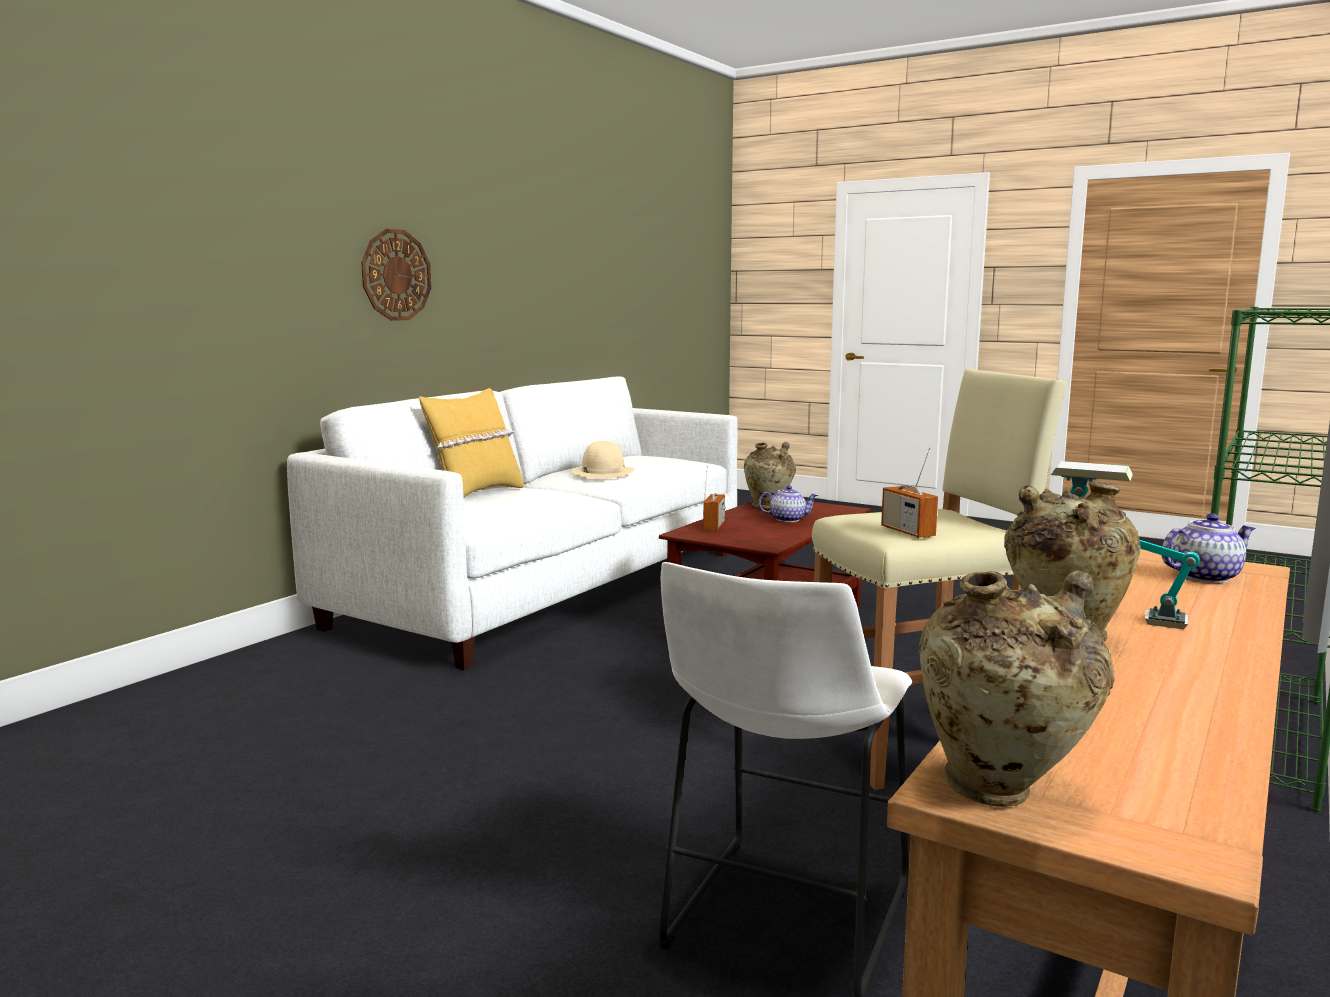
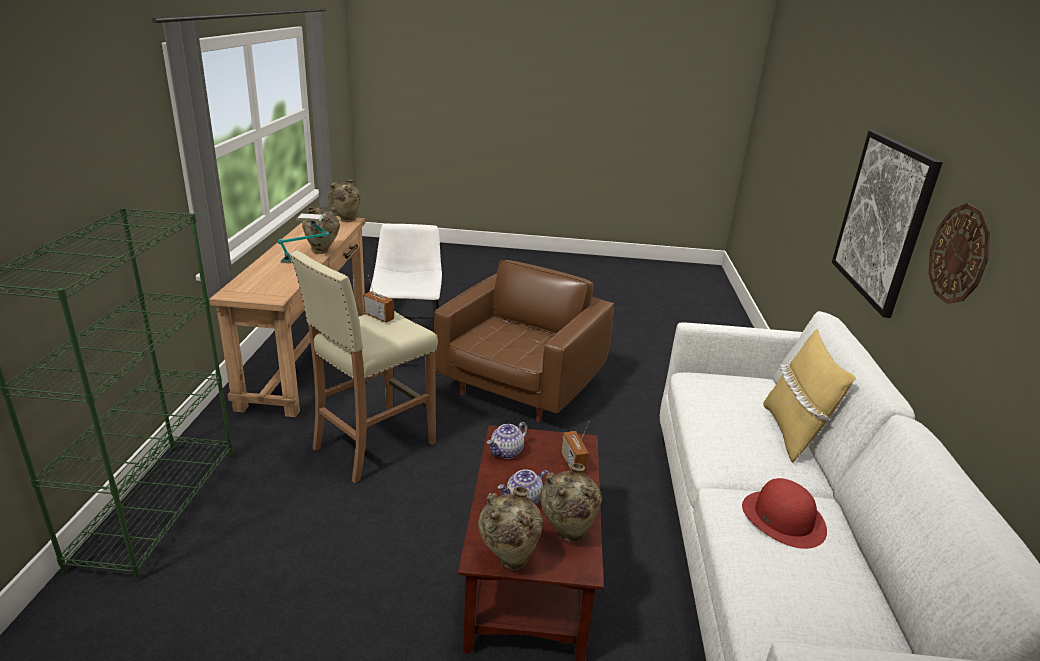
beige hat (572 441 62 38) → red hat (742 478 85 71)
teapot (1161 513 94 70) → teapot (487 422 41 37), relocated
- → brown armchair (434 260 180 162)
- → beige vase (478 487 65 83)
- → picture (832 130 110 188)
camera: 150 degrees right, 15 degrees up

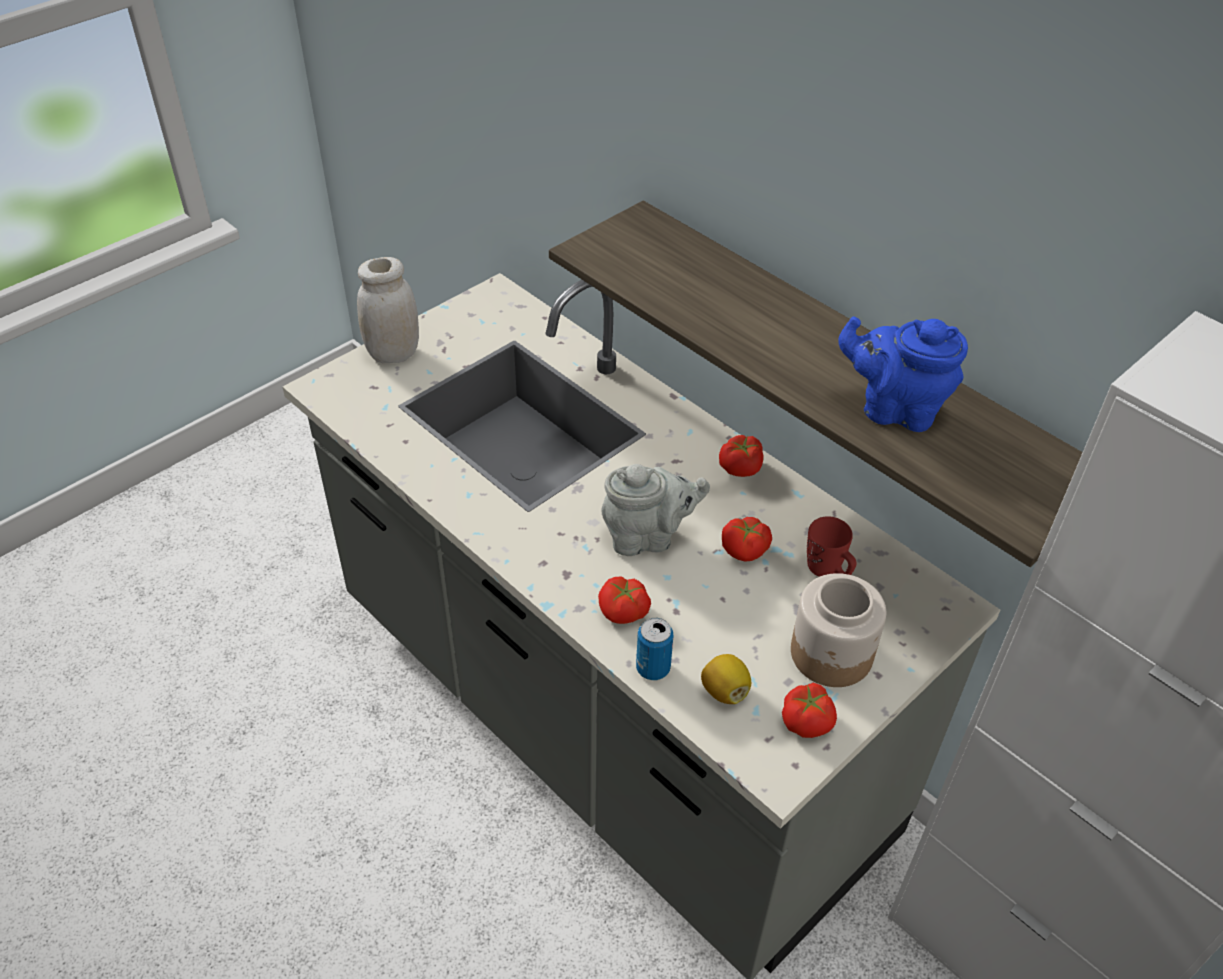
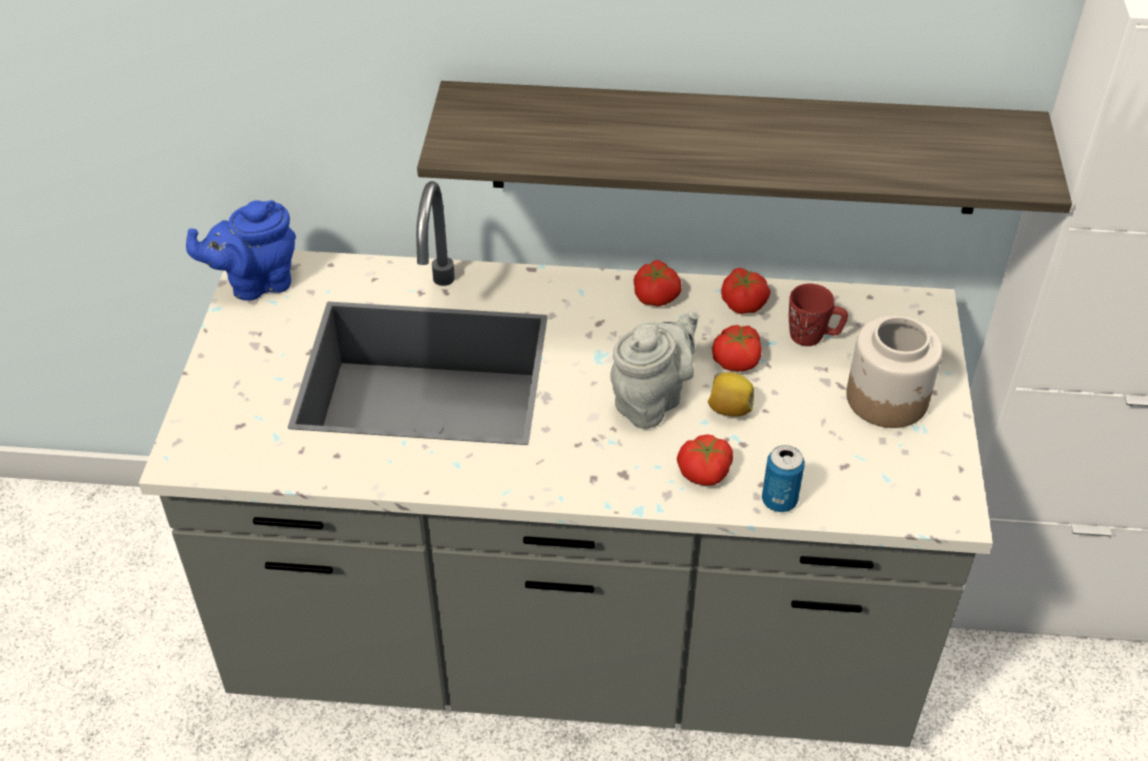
white jar (357 257 62 106) → -
lemon (701 654 50 50) → lemon (708 373 46 44), relocated
tomato (782 683 55 55) → tomato (721 268 49 46), relocated
blue teapot (838 316 130 116) → blue teapot (186 200 110 101), relocated
camera: 40 degrees left, 0 degrees up

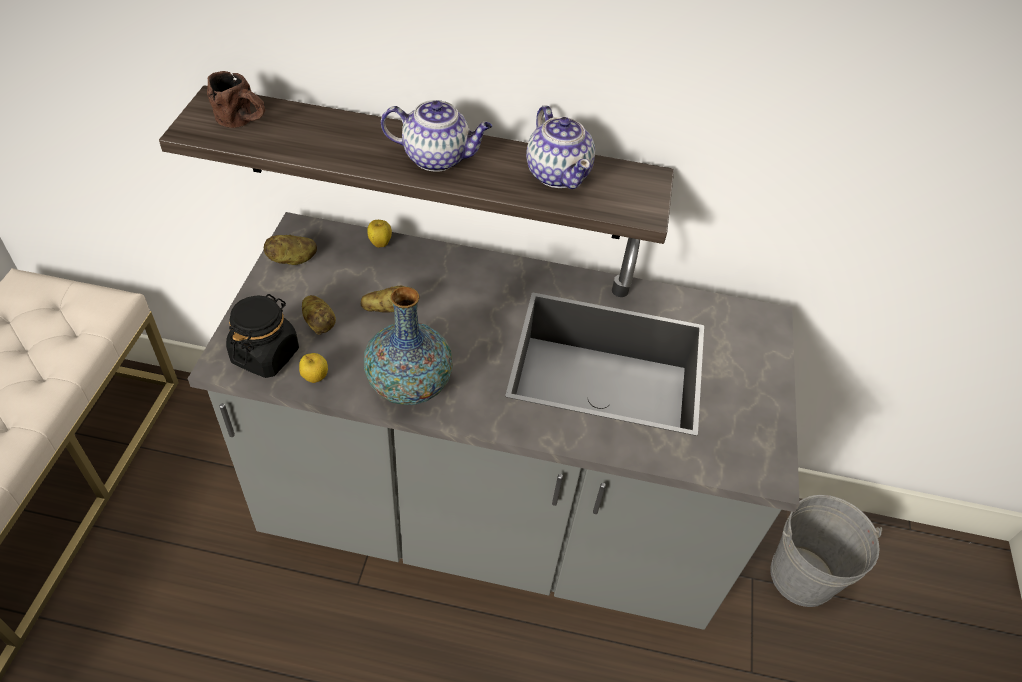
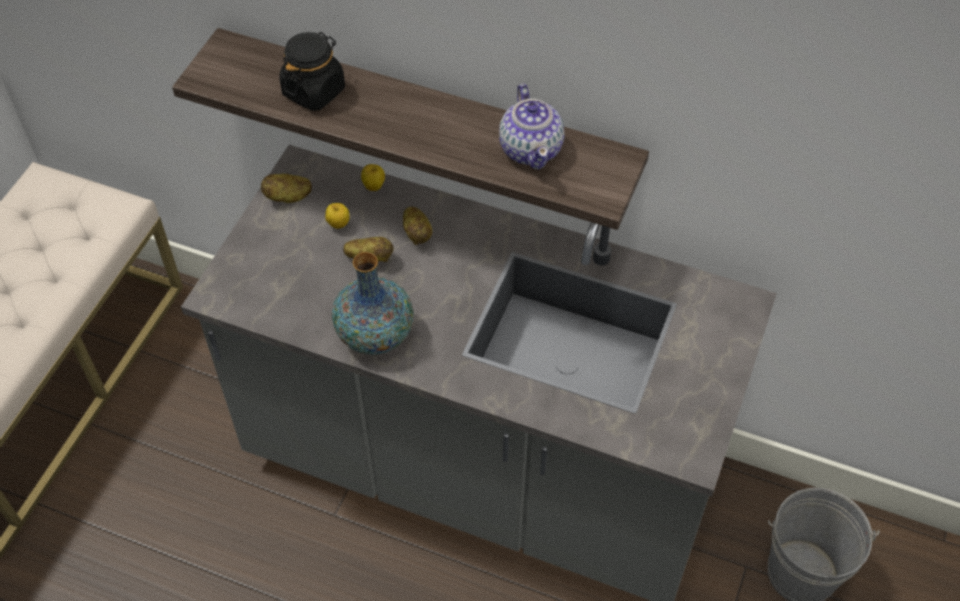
brown mug (207 71 58 57) → -
black jar (226 294 73 84) → black jar (280 32 65 79), relocated
apple (299 353 29 30) → apple (325 203 25 26), relocated
potato (302 295 34 40) → potato (403 207 29 38), relocated
teapot (381 100 111 72) → -
camera: 15 degrees right, 5 degrees up

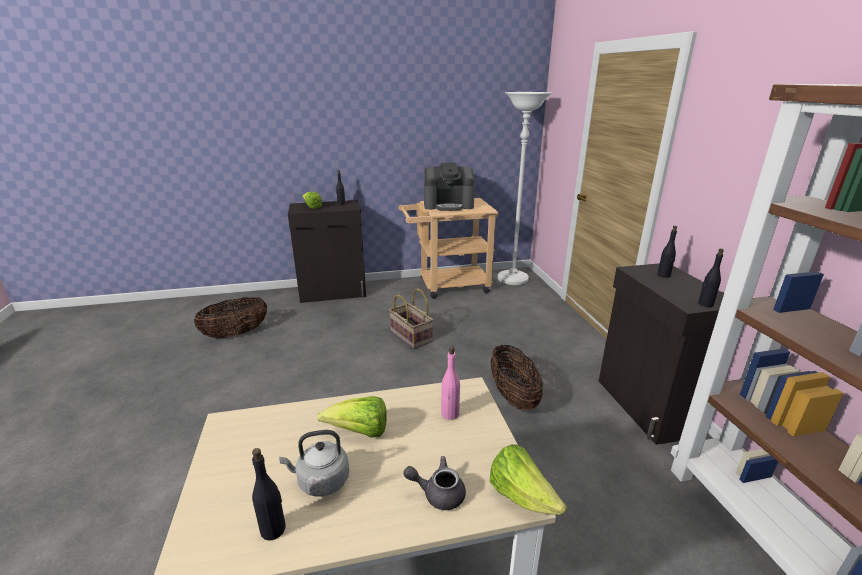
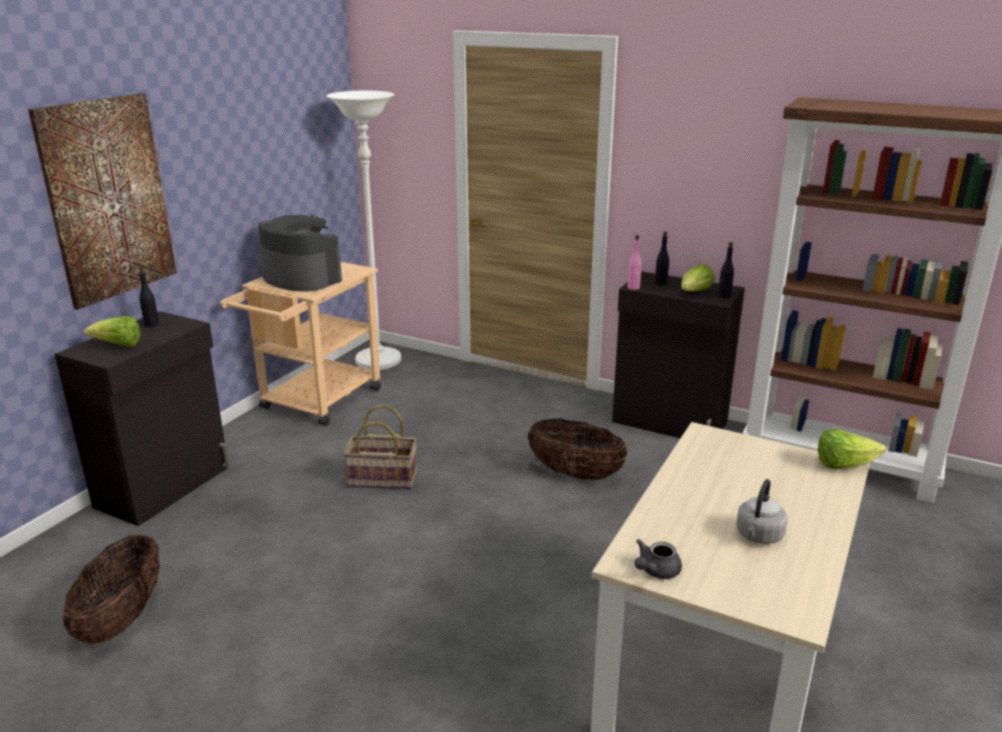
black bottle (252 448 34 92) → -
lettuce (317 396 70 42) → lettuce (681 264 34 27), relocated
grey teapot (403 456 63 54) → grey teapot (634 539 48 40), relocated
coffee machine (424 163 51 48) → coffee machine (258 215 84 77), 90 degrees counterclockwise
pink bottle (441 346 19 74) → pink bottle (627 235 15 55), relocated
- → picture (28 93 149 217)
camera: 50 degrees left, 0 degrees up

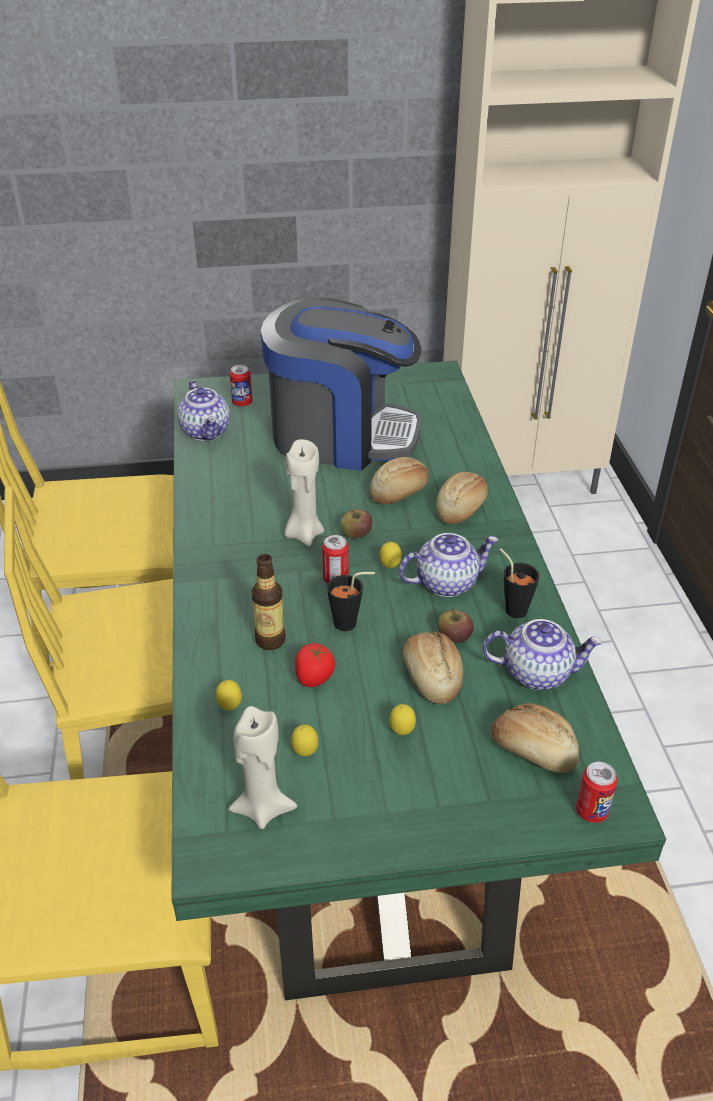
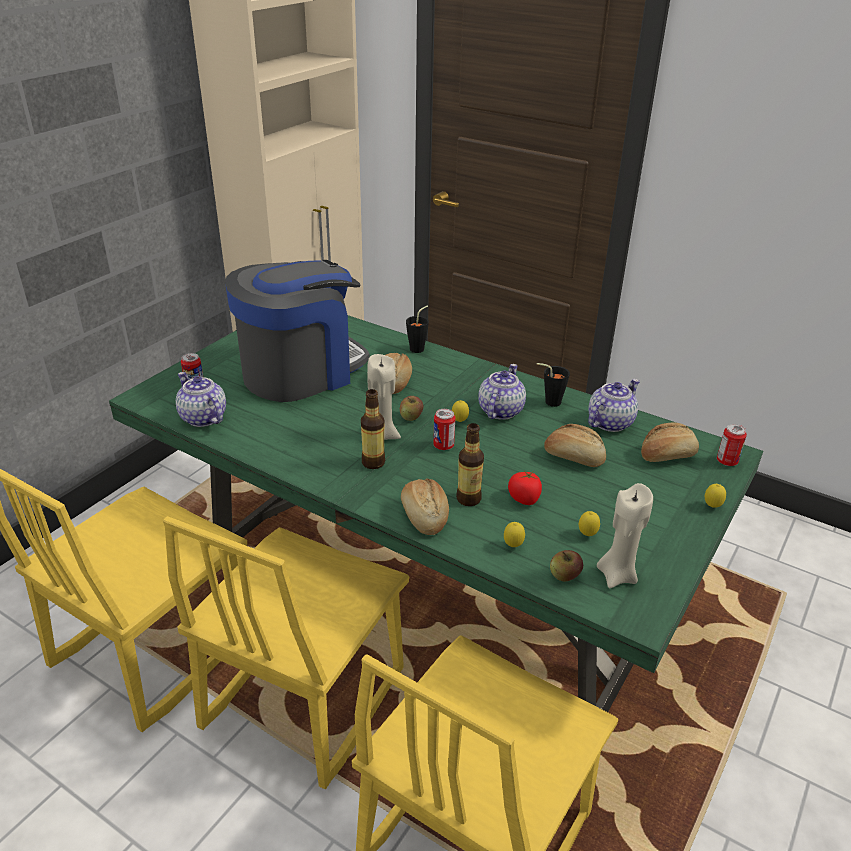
teapot (177 381 53 60) → teapot (176 372 50 55), 150 degrees counterclockwise
black cup (327 572 48 59) → black cup (406 305 23 48), relocated
lemon (389 704 27 31) → lemon (705 484 21 24), relocated
bread (436 472 52 52) → bread (401 478 48 57), relocated
apple (438 609 36 34) → apple (550 550 33 32), relocated
- → bottle (361 389 24 80)
camera: 50 degrees left, 5 degrees down

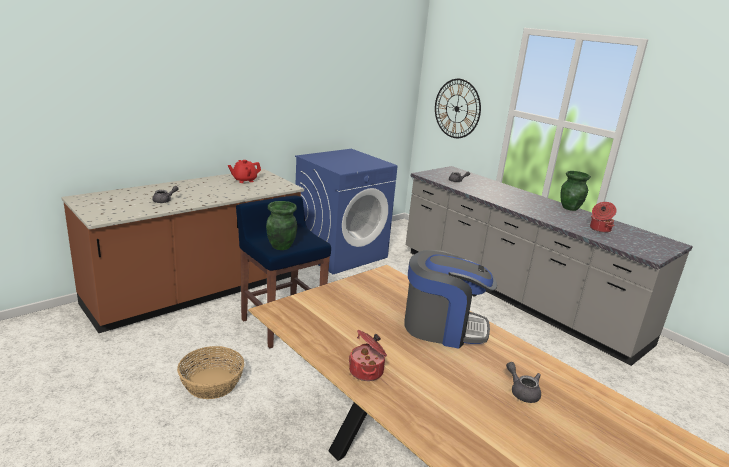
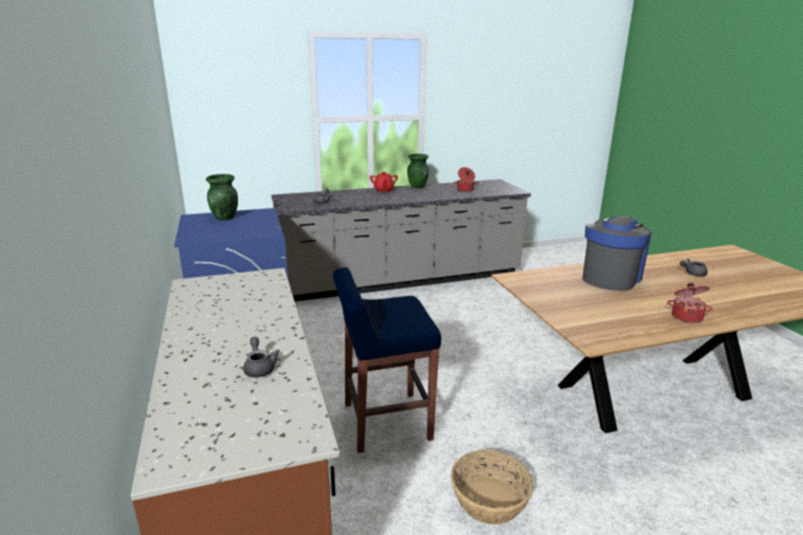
red teapot (228 160 33 23) → red teapot (370 172 28 21), relocated
green vase (266 201 31 49) → green vase (206 174 32 46), relocated
wall clock (435 79 46 59) → -
camera: 65 degrees left, 0 degrees up

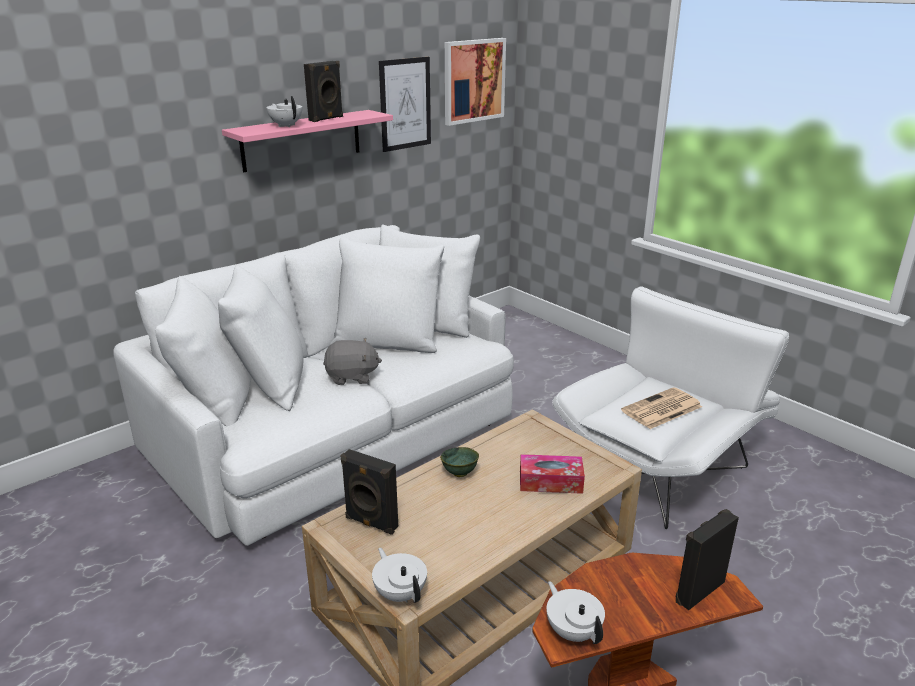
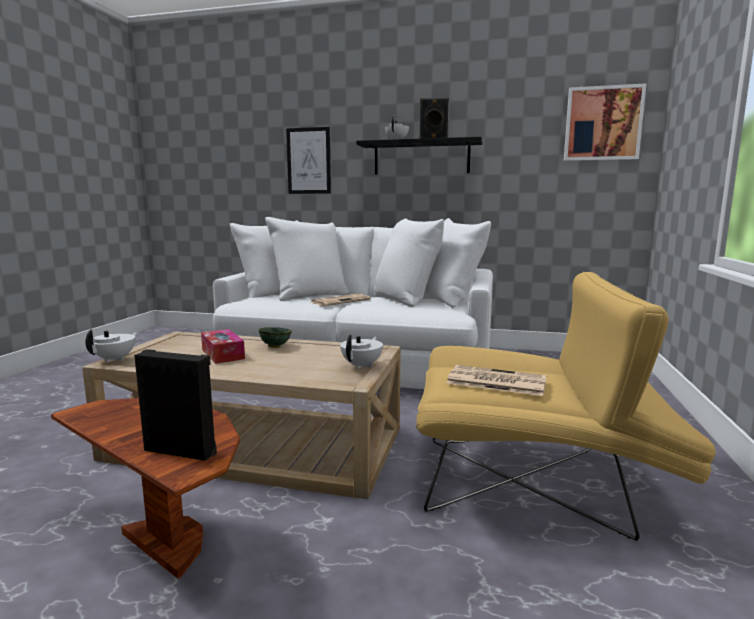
pink shelf (222 110 171 62) → black shelf (356 137 127 38)
grey plush toy (323 338 59 47) → newspaper (311 294 60 12)
black speaker (341 449 57 86) → -
picture (379 57 52 95) → picture (286 127 45 67), relocated
tissue box (520 454 65 40) → tissue box (201 329 44 35), relocated
white teapot (546 581 59 63) → white teapot (340 335 43 34), relocated
white armchair (552 286 237 243) → yellow armchair (416 272 300 269)
camera: 55 degrees right, 15 degrees down

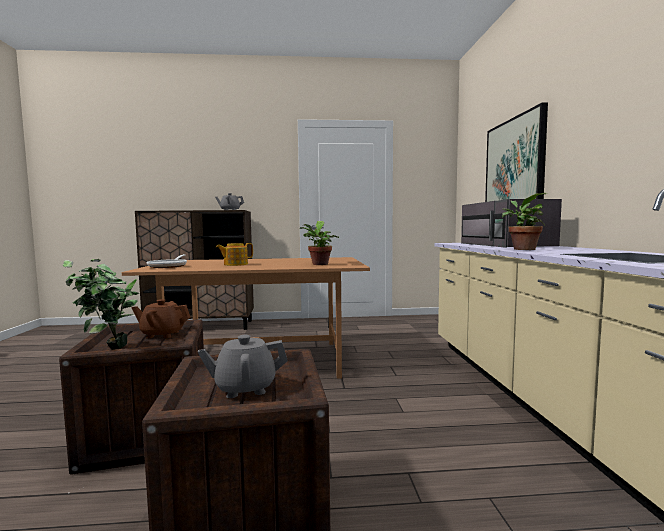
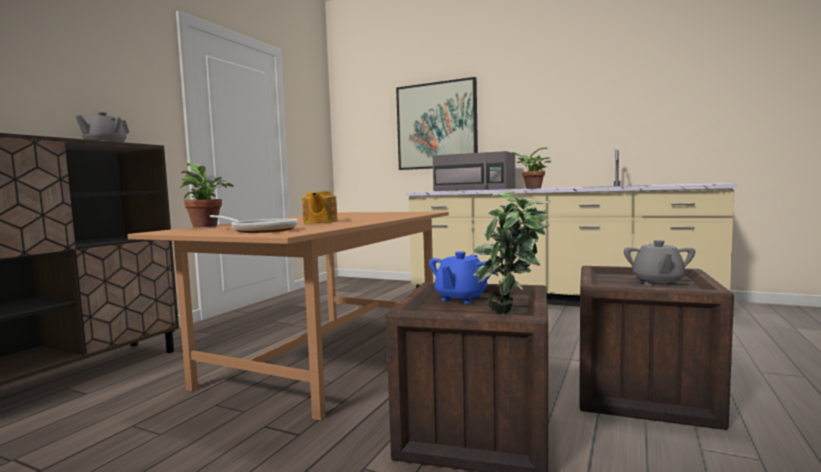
brown teapot (131 299 59 39) → blue teapot (429 251 62 52)
potted plant (300 221 39 44) → potted plant (180 163 54 64), relocated
camera: 60 degrees left, 0 degrees up

